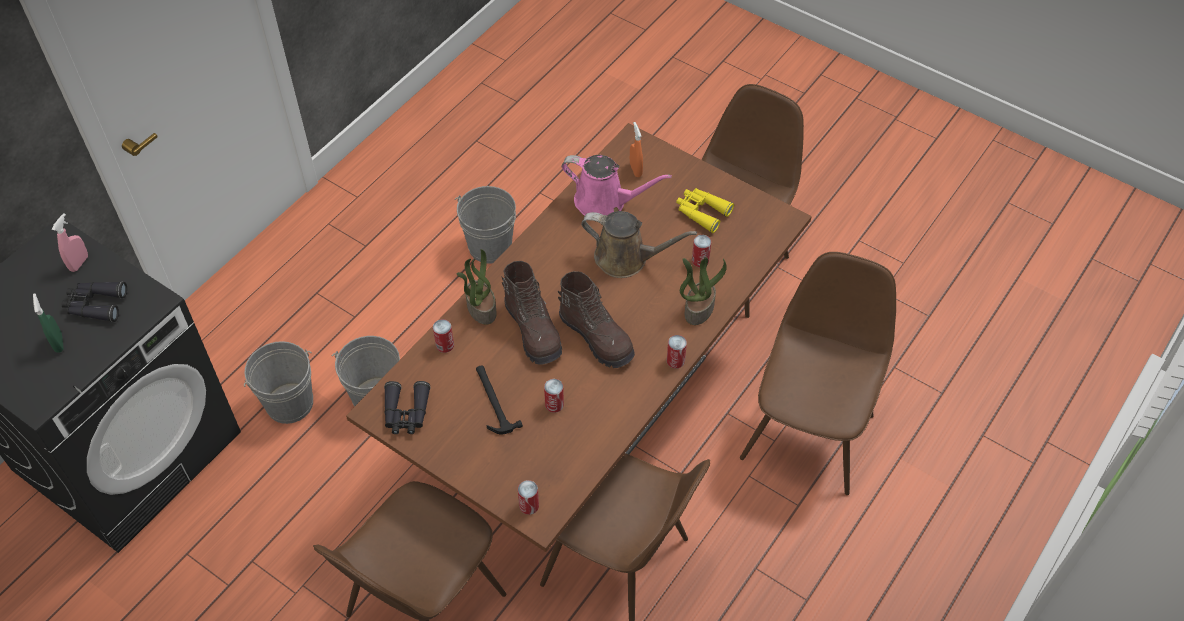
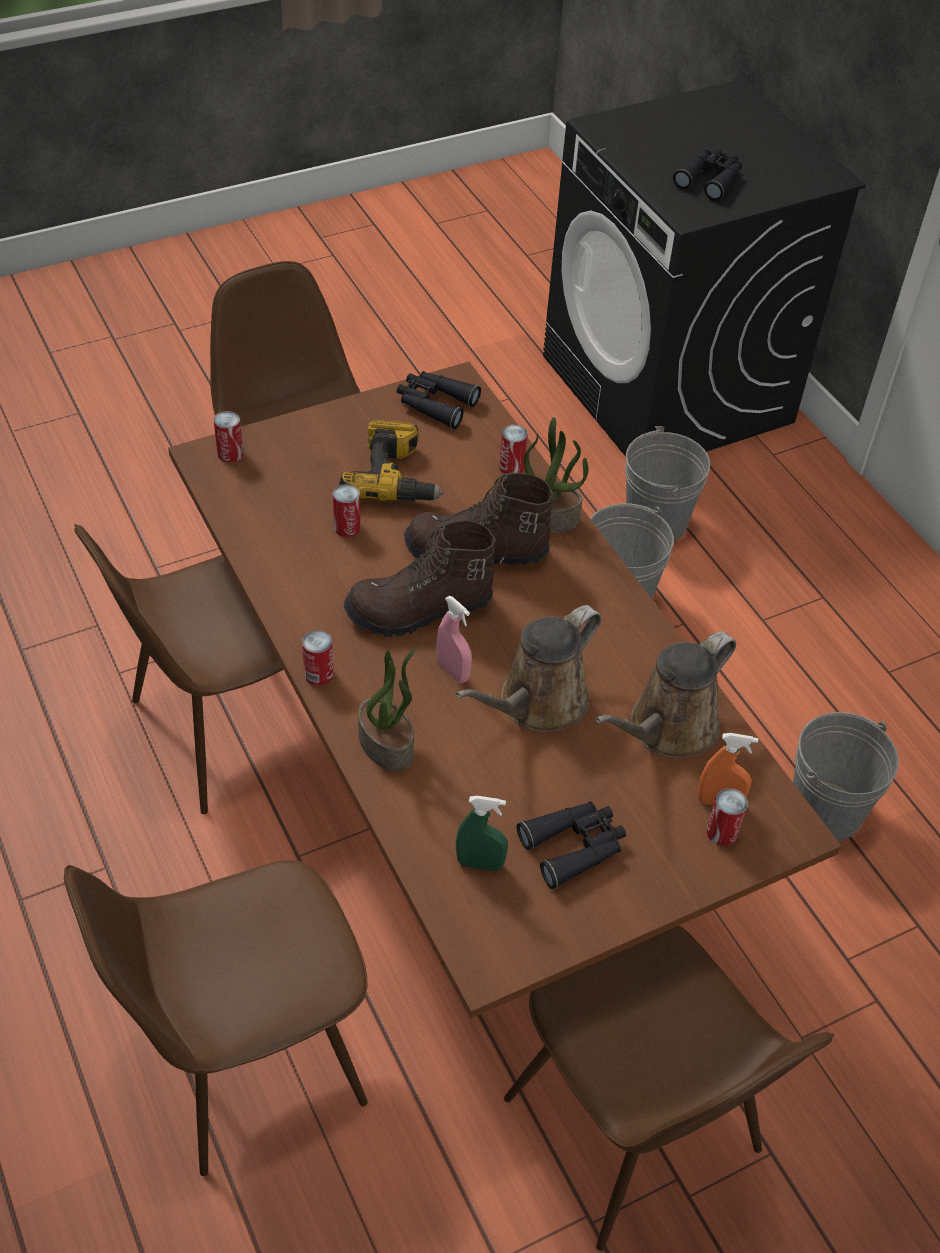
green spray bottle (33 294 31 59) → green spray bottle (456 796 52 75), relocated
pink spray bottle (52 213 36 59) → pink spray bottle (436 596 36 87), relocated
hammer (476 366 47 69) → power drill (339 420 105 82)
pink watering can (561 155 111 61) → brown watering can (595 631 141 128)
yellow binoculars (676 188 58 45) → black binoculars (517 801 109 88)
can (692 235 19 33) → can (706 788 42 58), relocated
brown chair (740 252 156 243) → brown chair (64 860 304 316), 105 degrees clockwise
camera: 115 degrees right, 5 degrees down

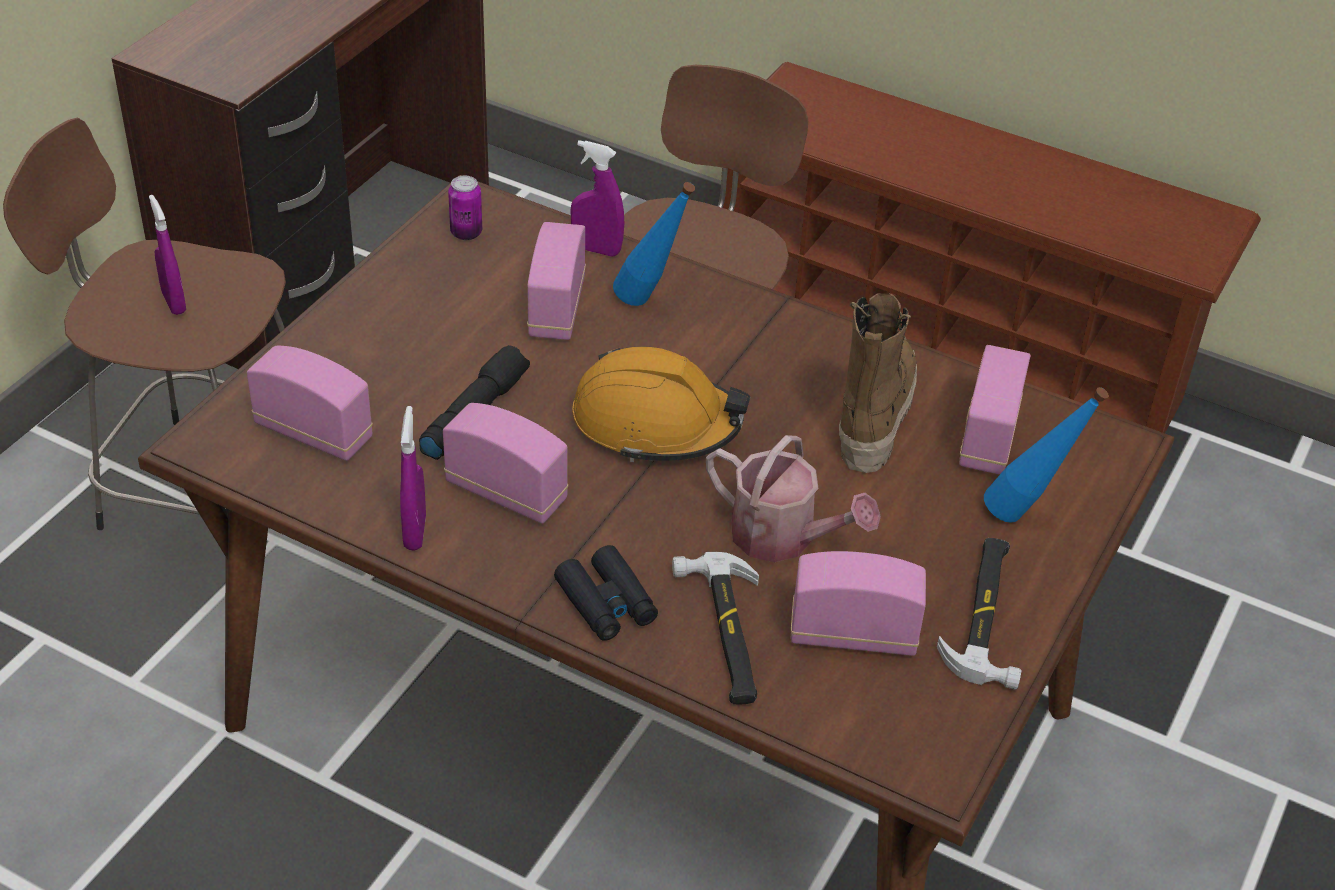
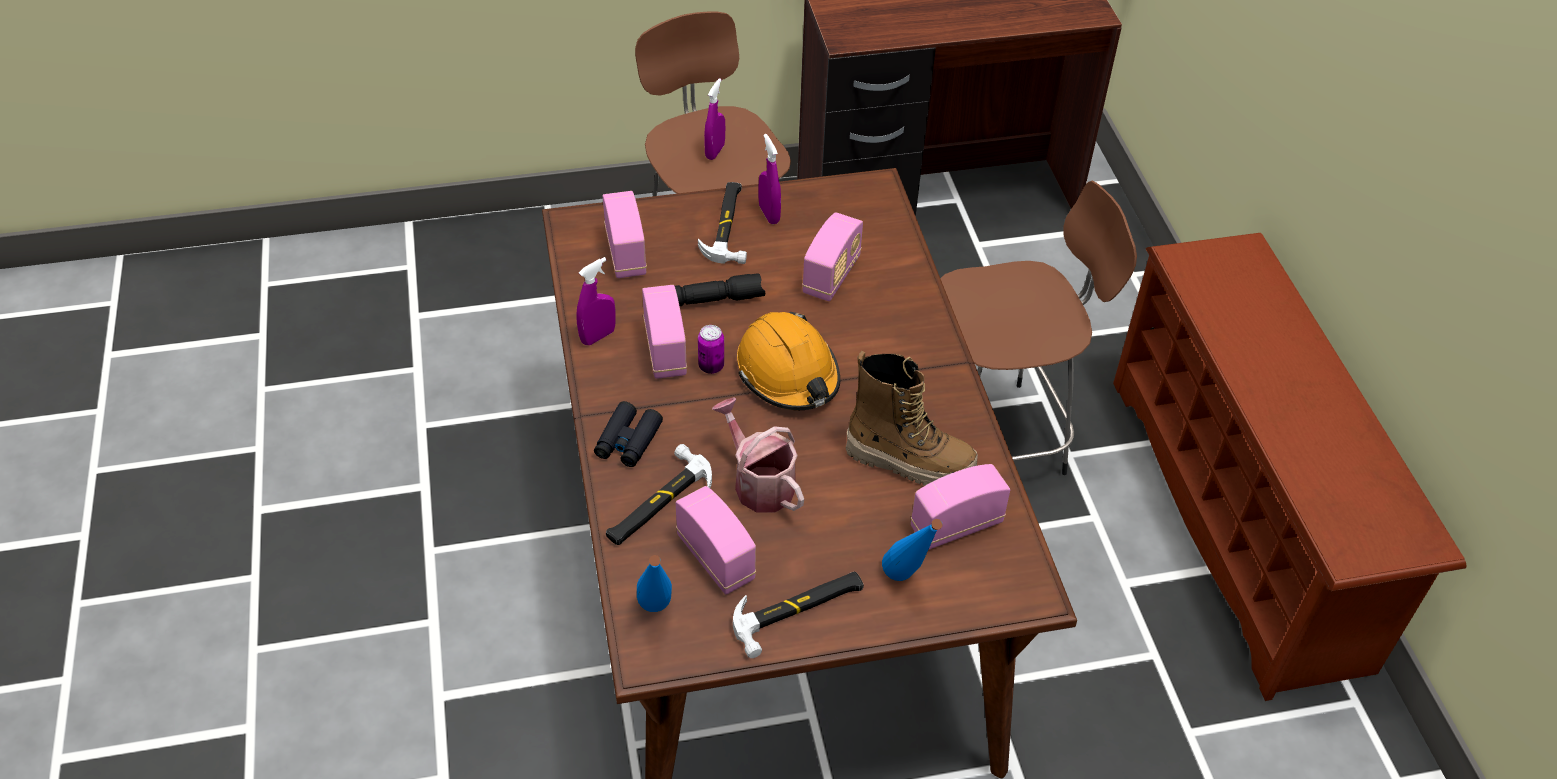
can (448 176 34 64) → can (698 325 26 49), relocated
radio (527 222 59 118) → radio (802 212 61 89), 150 degrees clockwise
purple spray bottle (570 140 54 117) → purple spray bottle (759 134 22 90), relocated
blue bottle (613 182 82 124) → blue bottle (637 555 35 57), relocated
watering can (706 435 175 127) → watering can (712 398 92 114), 150 degrees clockwise
boot (839 293 78 180) → boot (846 351 132 135), 45 degrees clockwise
- → hammer (698 182 49 82)
camera: 50 degrees right, 5 degrees up

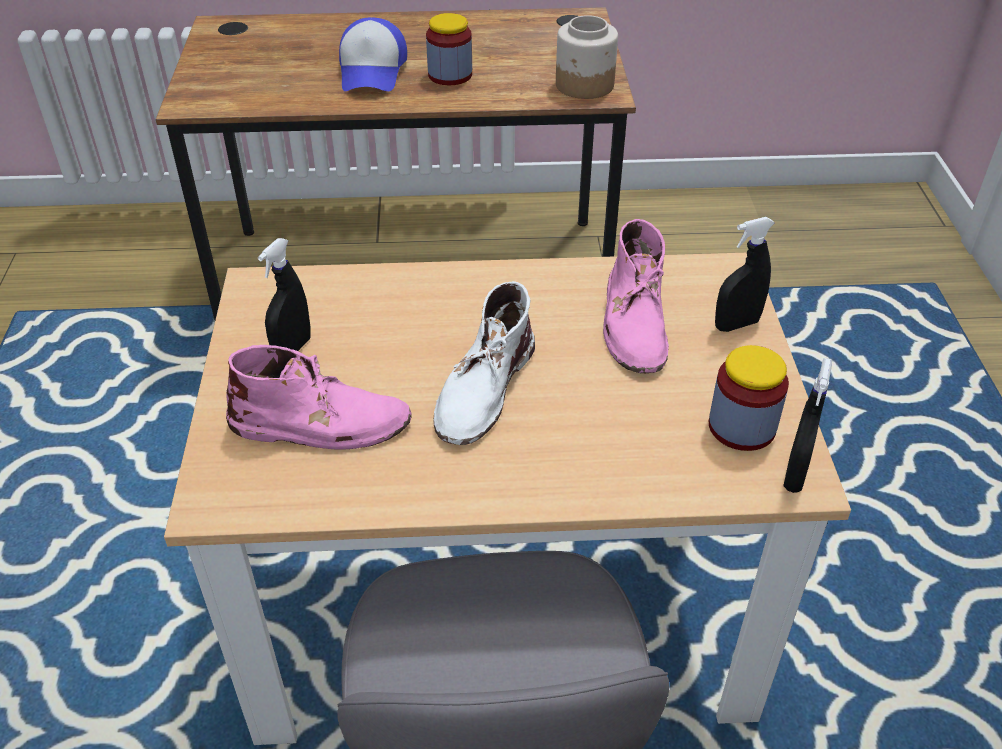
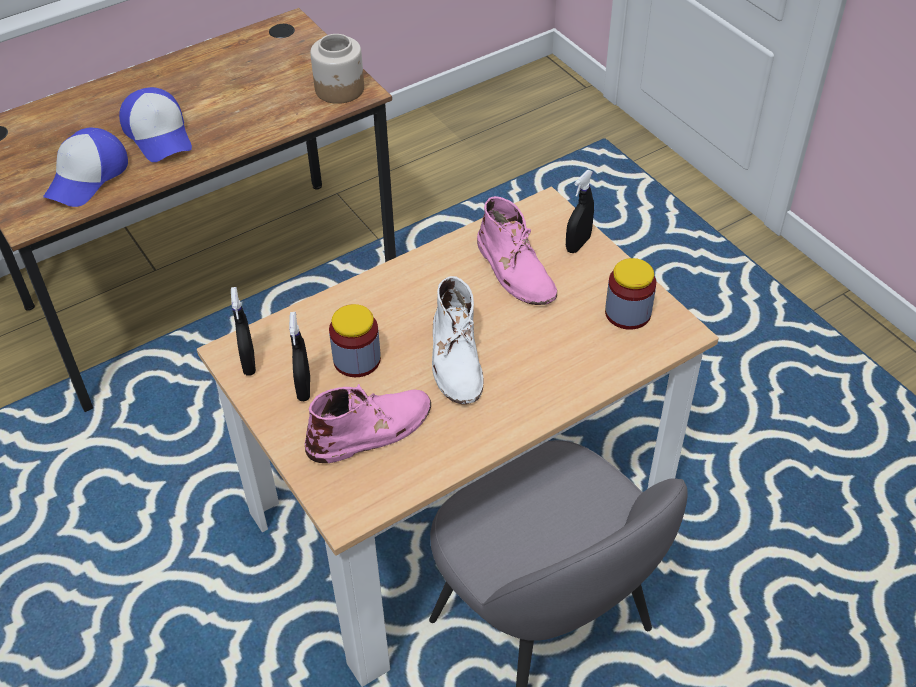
jar (426 13 46 72) → jar (329 304 52 73), relocated
black spray bottle (783 358 49 135) → black spray bottle (231 287 25 89), relocated
- → cap (43 127 85 80)
camera: 30 degrees left, 5 degrees up

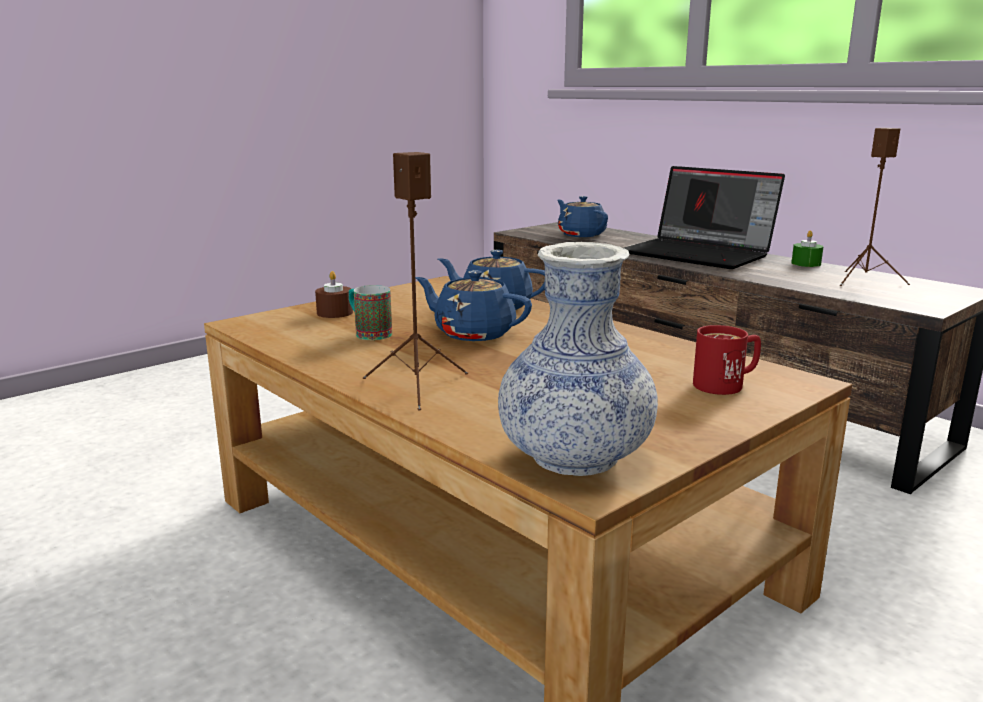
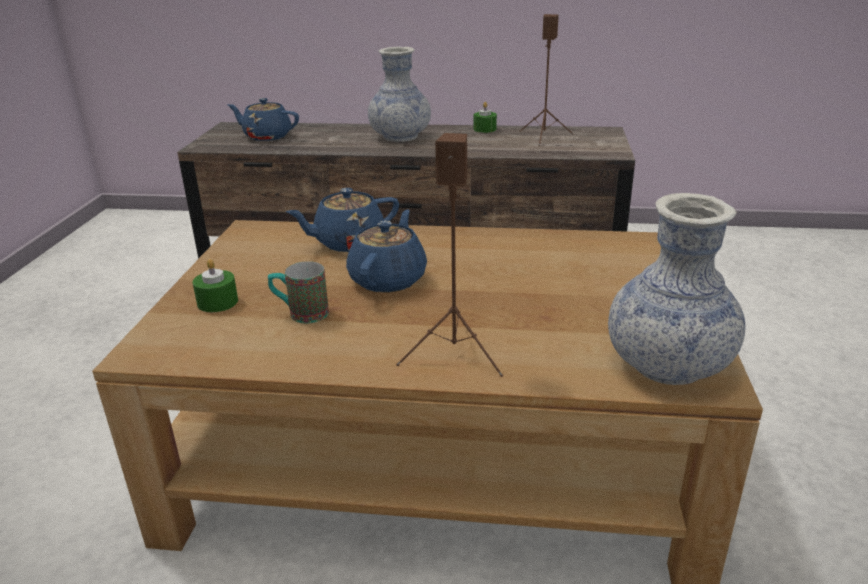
brown candle (315 271 38 47) → green candle (193 259 45 53)
blue teapot (415 270 117 71) → blue teapot (346 210 81 83), 120 degrees clockwise
laptop (624 166 161 103) → vase (368 47 63 95)
red mug (693 325 68 70) → -
camera: 40 degrees left, 10 degrees up

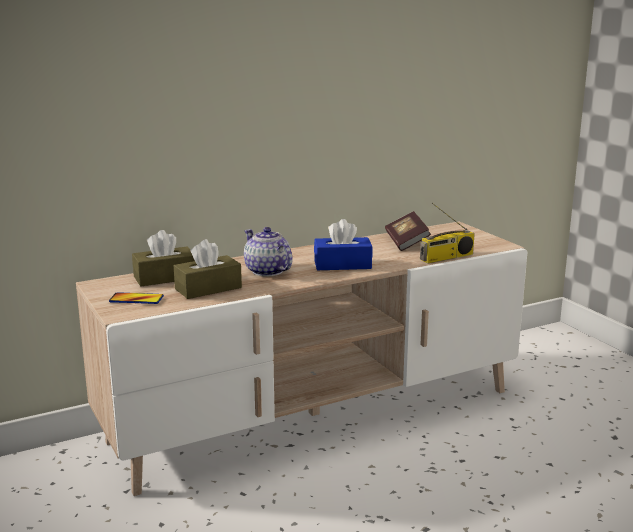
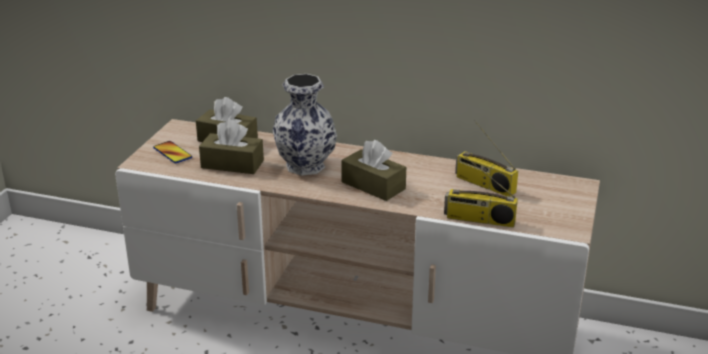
teapot (244 227 48 50) → vase (272 74 65 102)
blue tissue box (314 219 59 51) → brown tissue box (341 140 65 61)
book (385 211 46 40) → radio (455 120 63 77)
camera: 45 degrees right, 10 degrees up

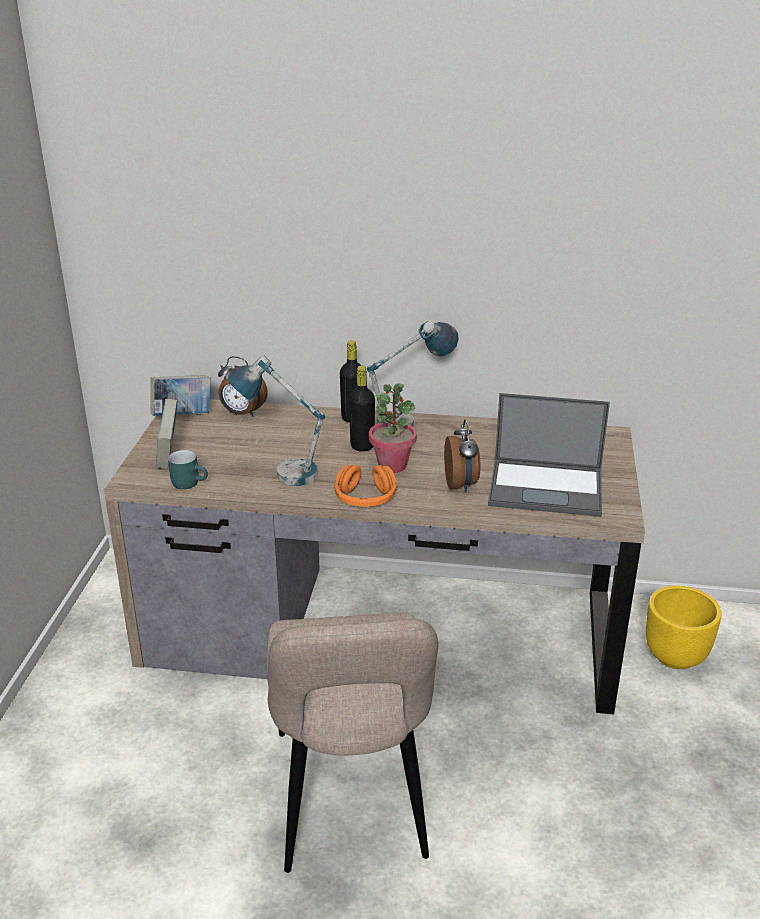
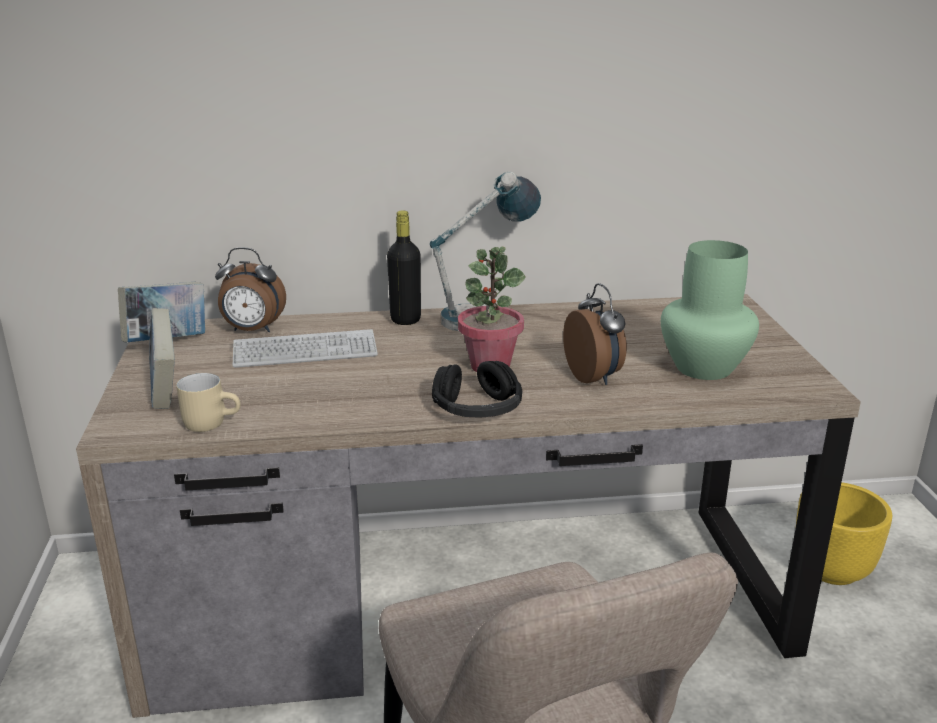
turquoise mug (168 450 40 39) → beige mug (176 373 65 59)
table lamp (225 355 100 131) → -
orange headphones (334 465 63 42) → black headphones (432 361 90 57)
black bottle (349 366 26 86) → -
laptop (488 393 122 124) → green vase (661 240 98 140)
- → keyboard (233 329 145 39)
camera: 15 degrees left, 5 degrees down

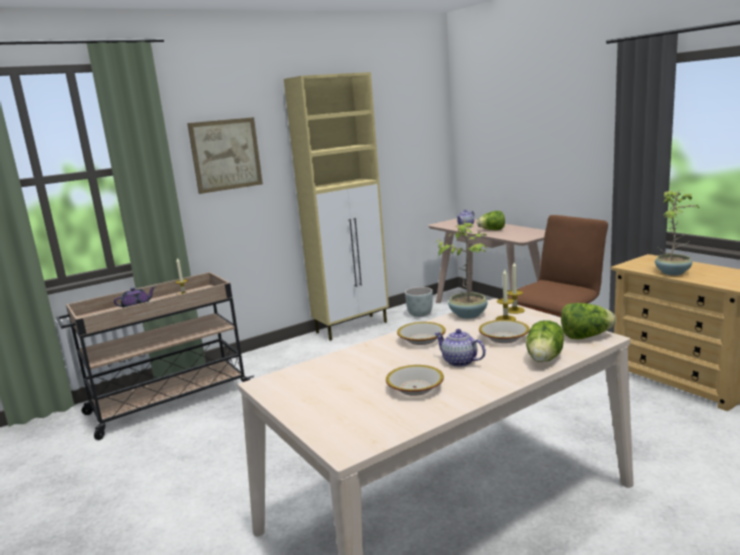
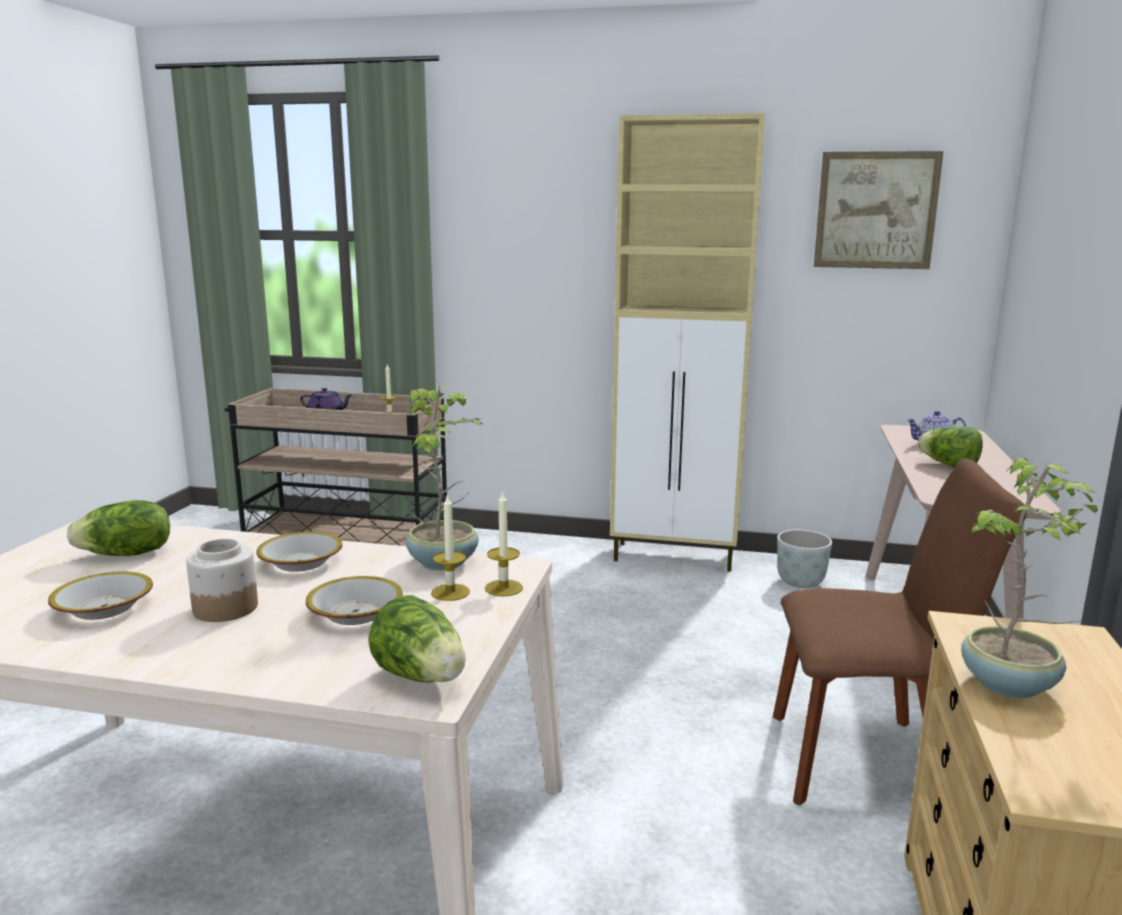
picture (187 117 76 77) → picture (814 151 130 118), relocated
teapot (434 329 52 38) → jar (186 539 72 83)
lettuce (526 320 38 42) → lettuce (67 500 103 56), relocated
camera: 45 degrees right, 0 degrees up

